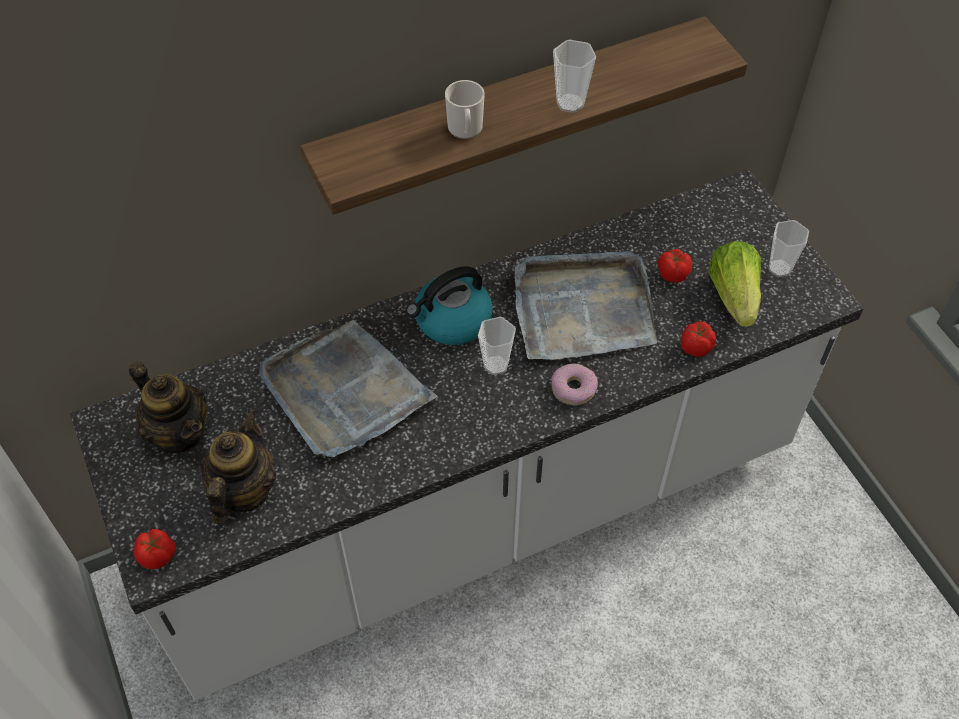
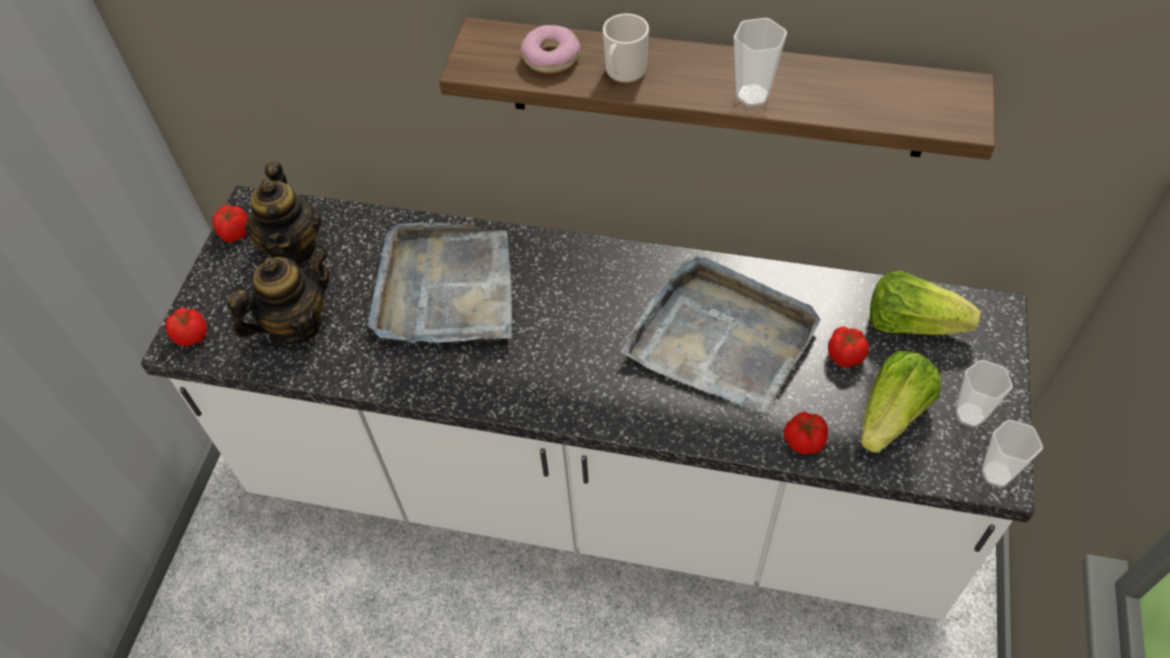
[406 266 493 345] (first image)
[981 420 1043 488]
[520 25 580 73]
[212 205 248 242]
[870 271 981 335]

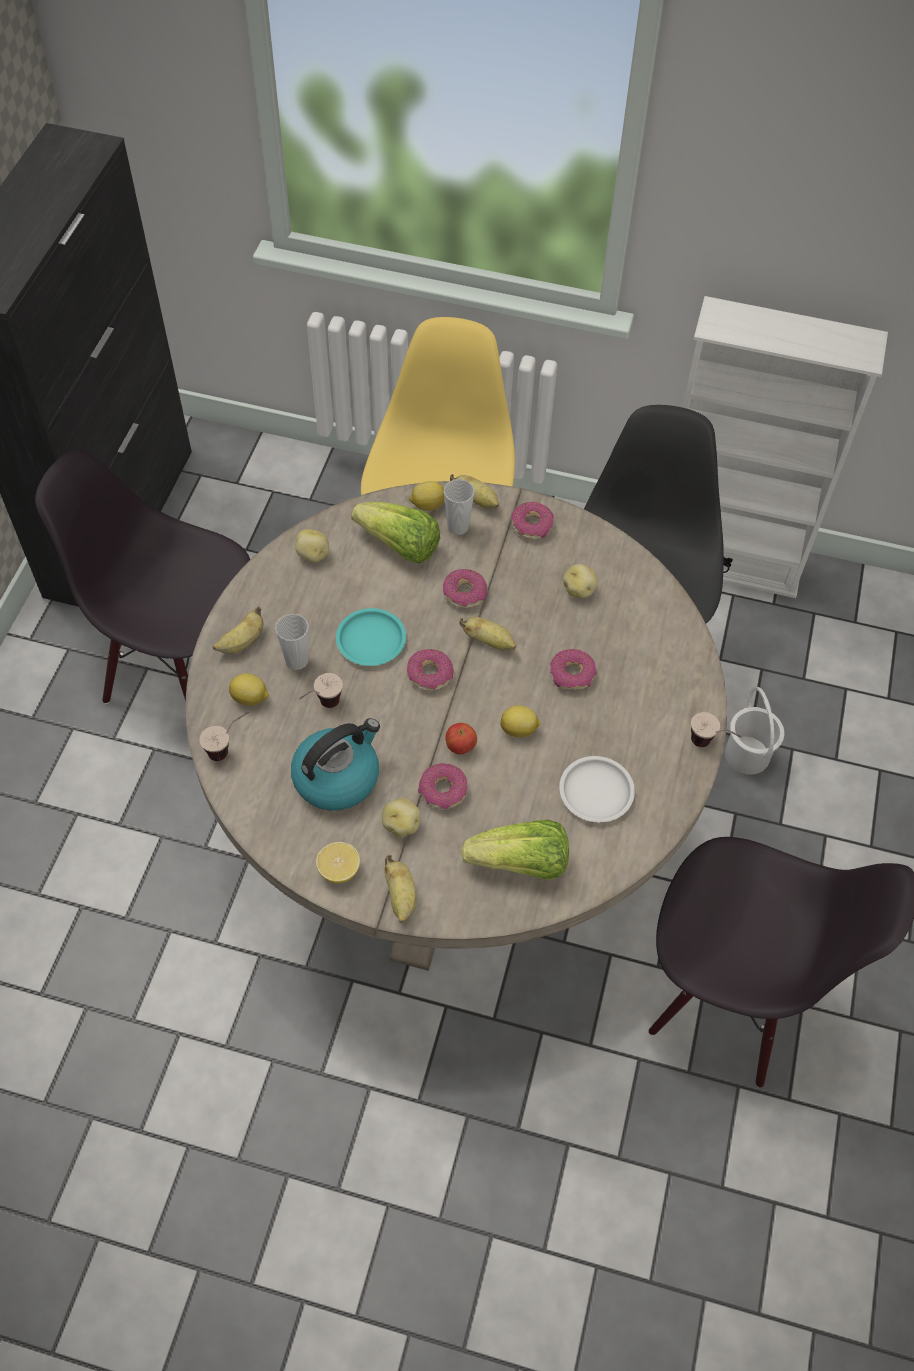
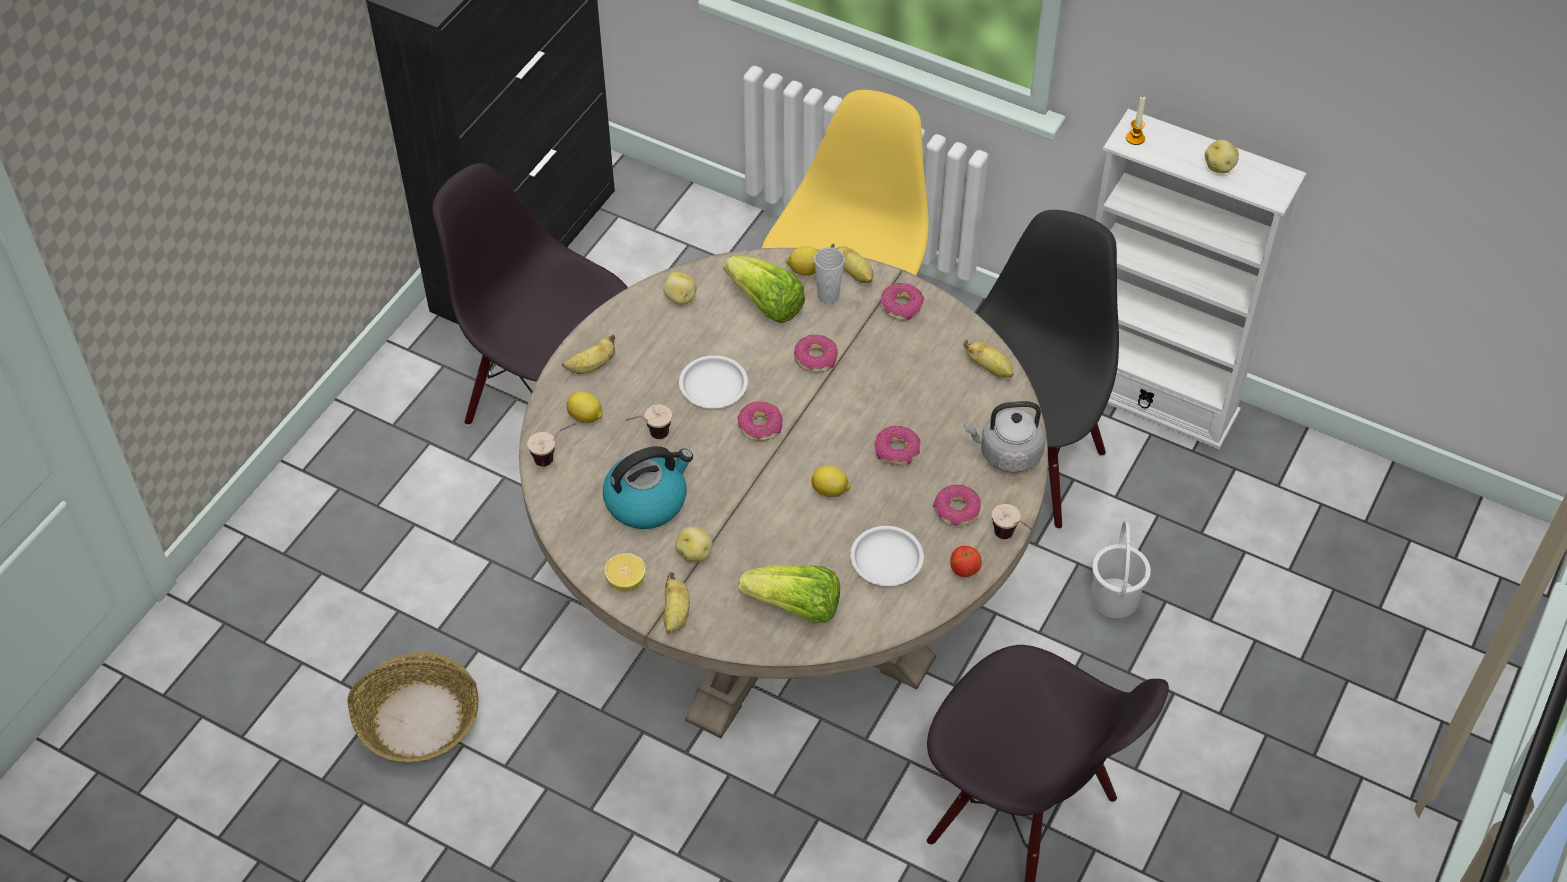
[275 614 309 670] (first image)
[679 355 748 408]
[933 485 981 526]
[950 546 982 577]
[964 340 1014 378]
[1205 140 1239 173]
[347 652 479 762]
[964 401 1046 473]
[1126 96 1146 145]

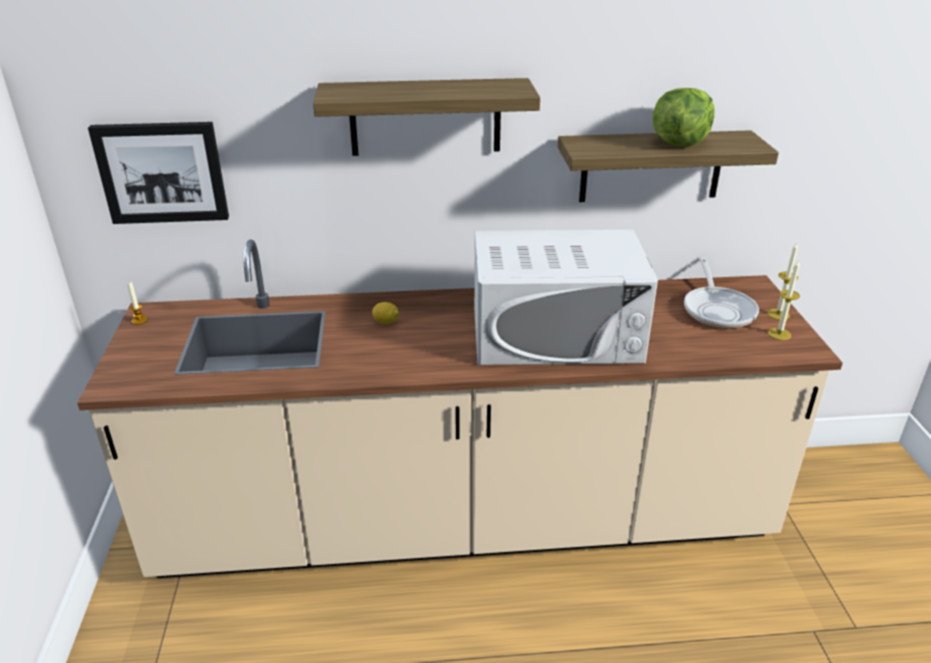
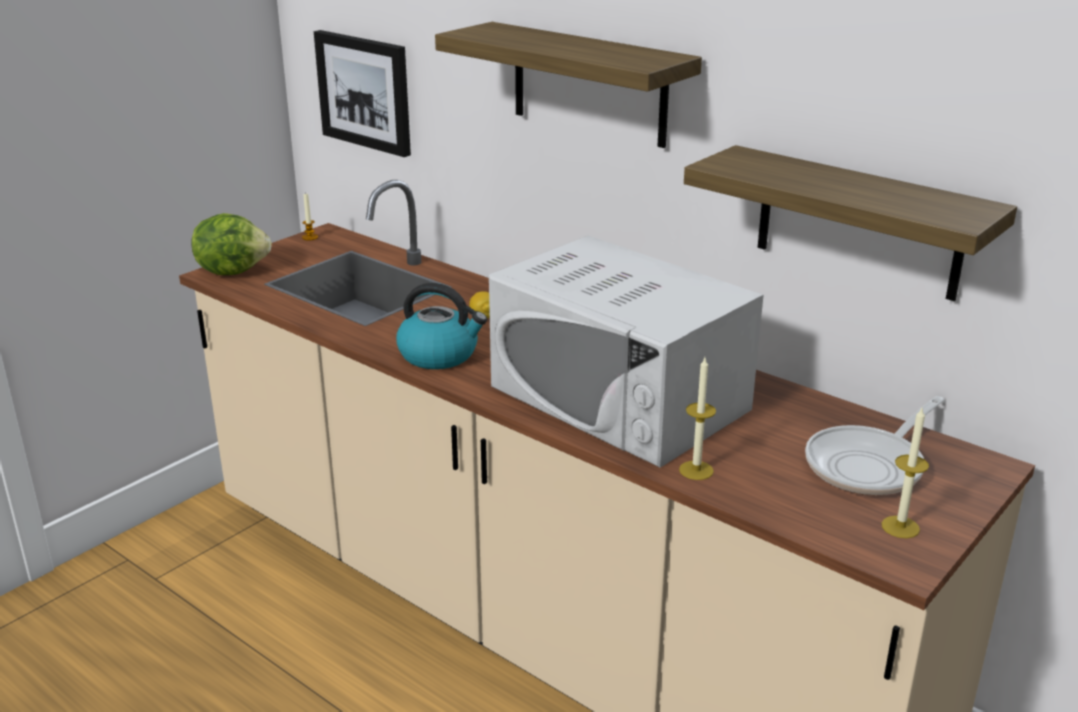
[192 213 272 275]
[679 358 716 480]
[396 283 487 369]

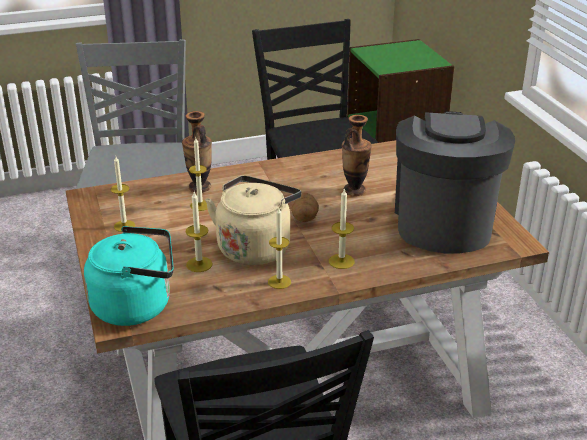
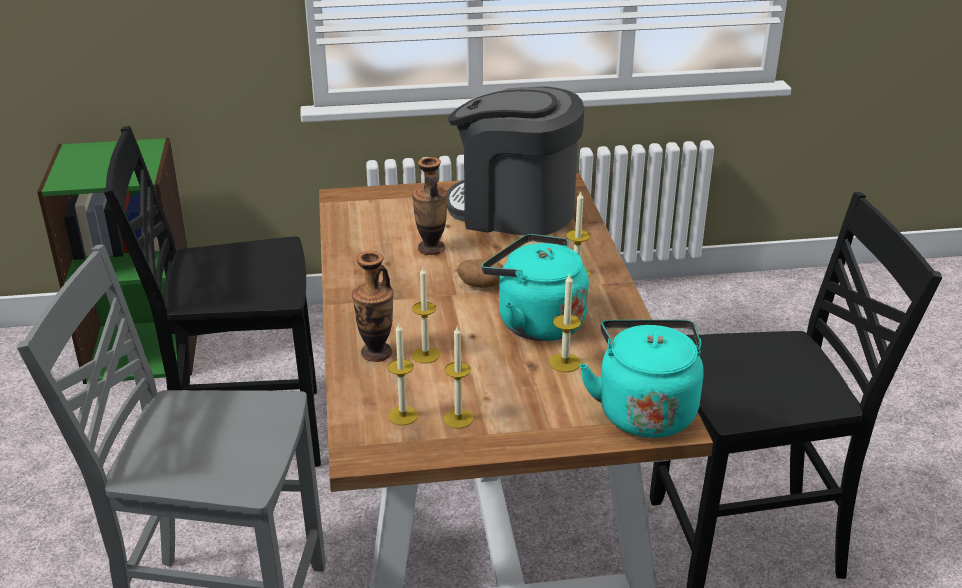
[482 234 589 341]
[388 324 418 425]

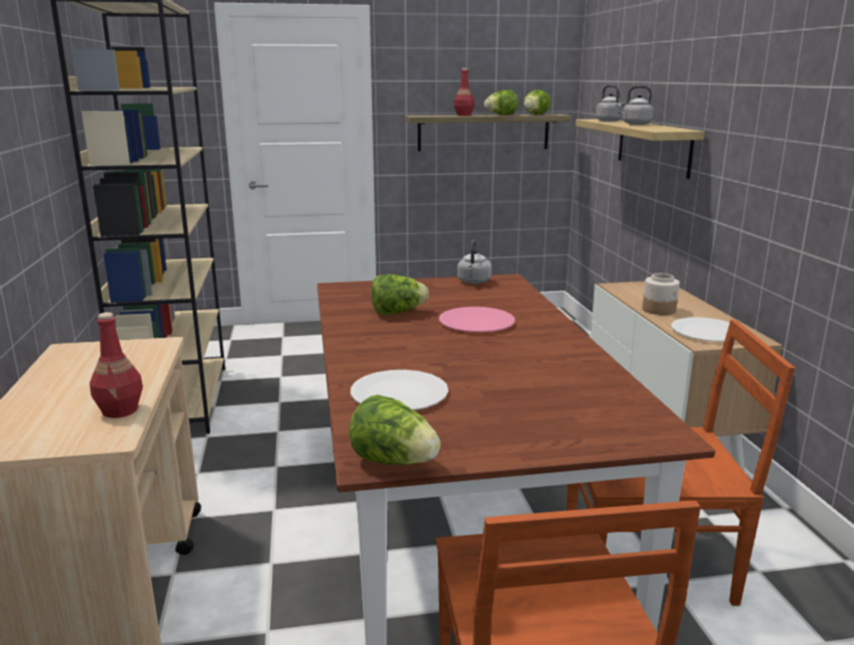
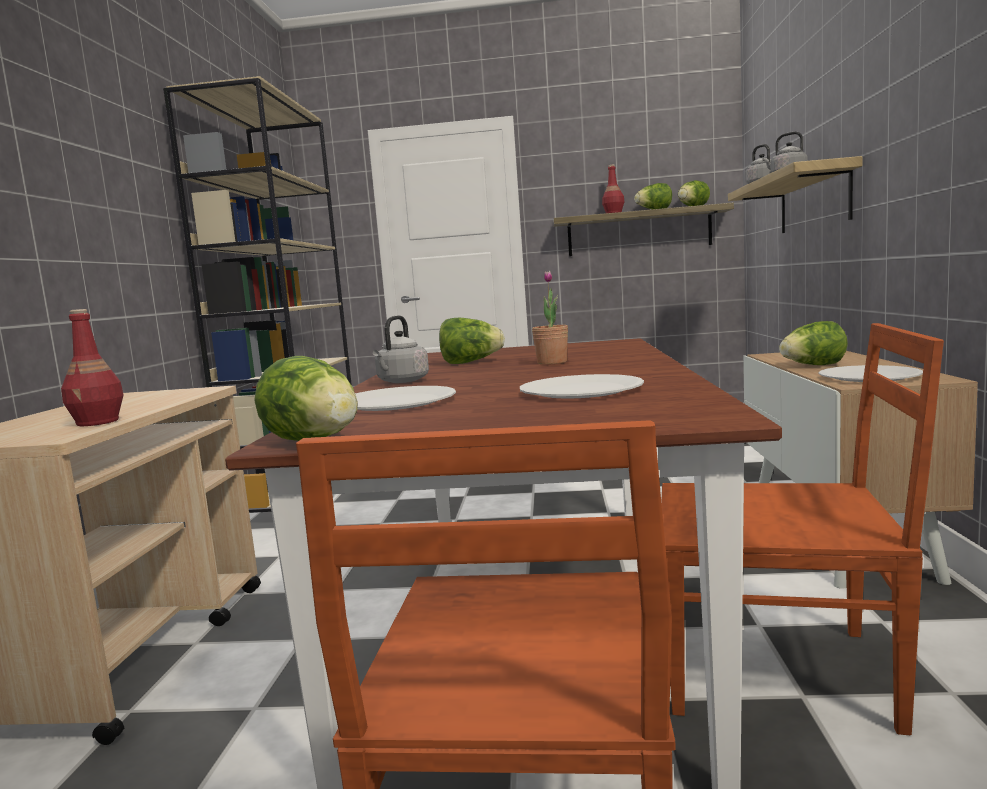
[532 271 568 365]
[373 315 429 383]
[779 321 848 365]
[520 374 644 399]

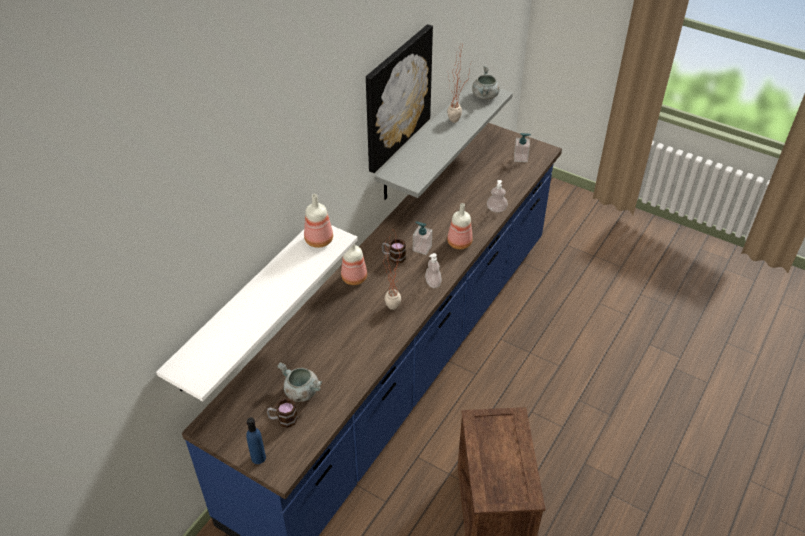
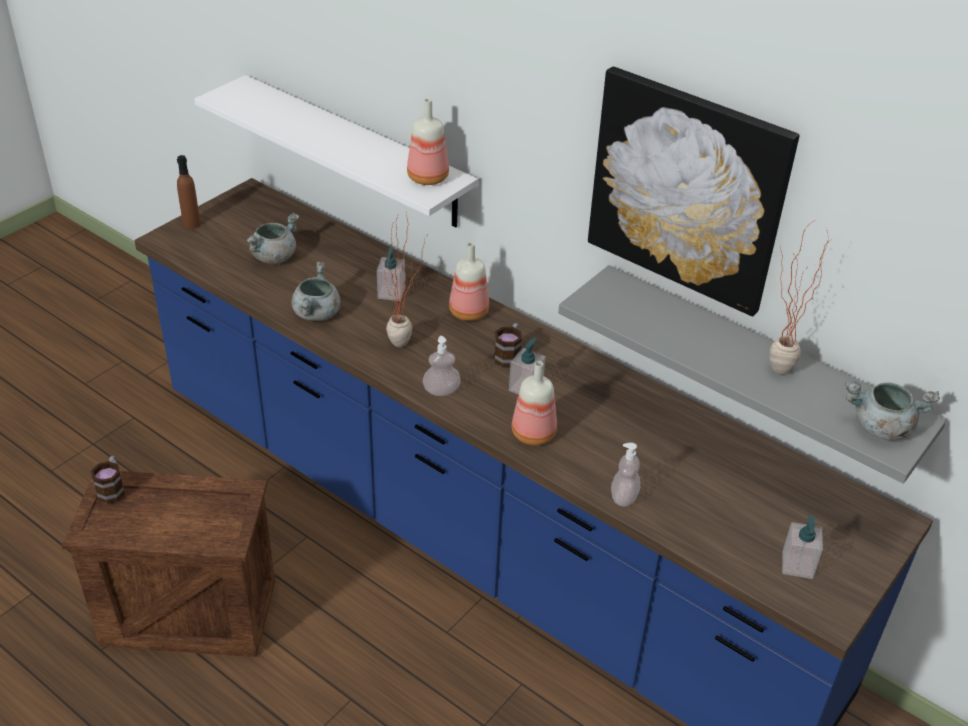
[177 155 201 229]
[91 456 125 504]
[292 262 341 321]
[377 247 405 301]

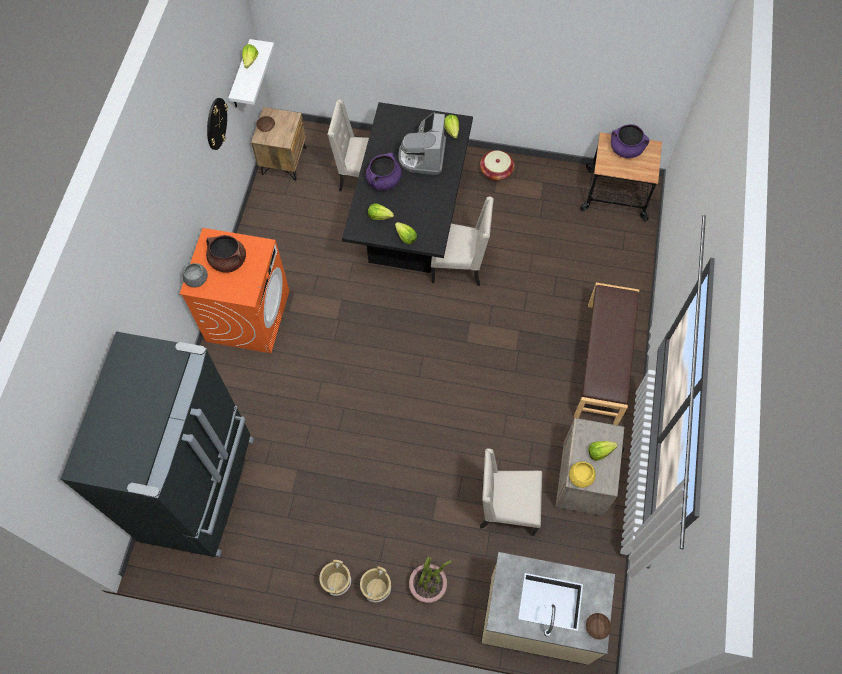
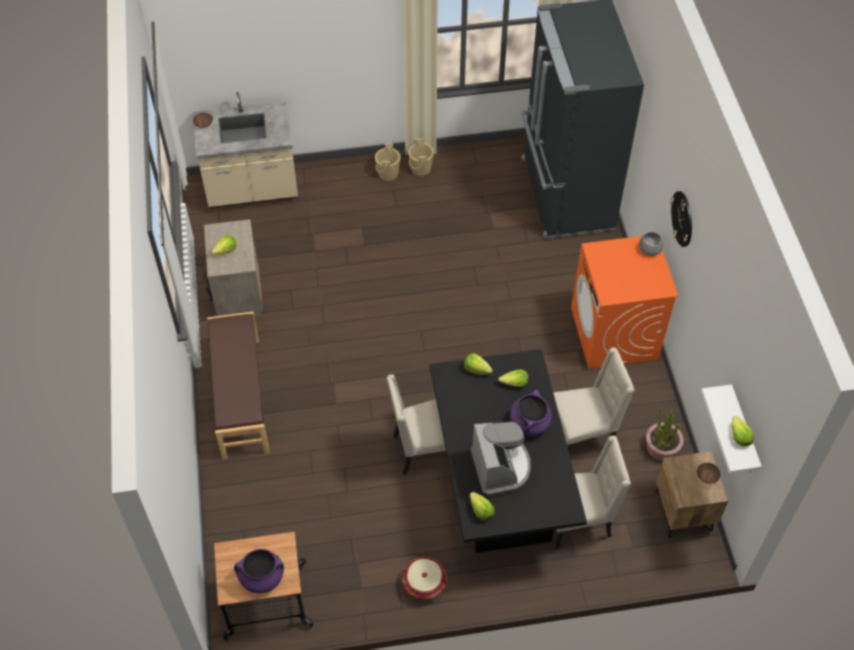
[206 235 246 273] (first image)
[670 191 692 247]
[646 408 684 461]
[553 347 635 453]
[569 461 596 488] (first image)

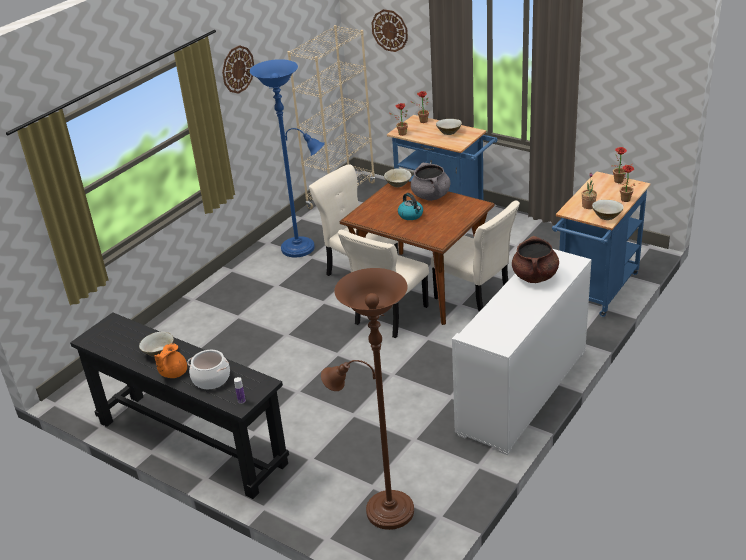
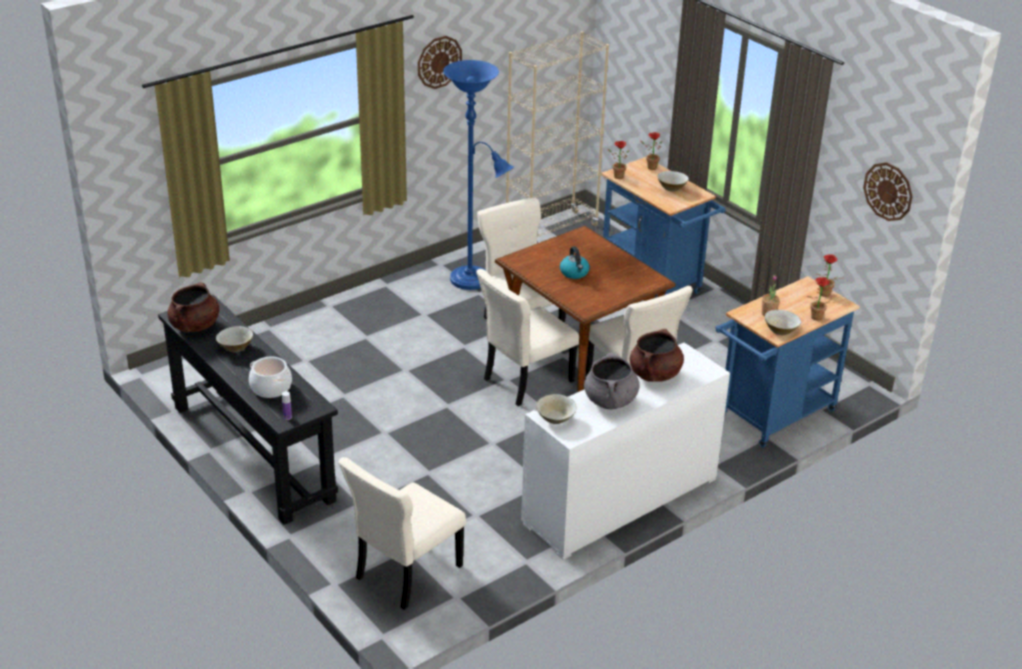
[154 343 187 378] (first image)
[338 457 466 610]
[863 162 913 221]
[536 394 576 424]
[584 353 640 409]
[167 282 219 332]

